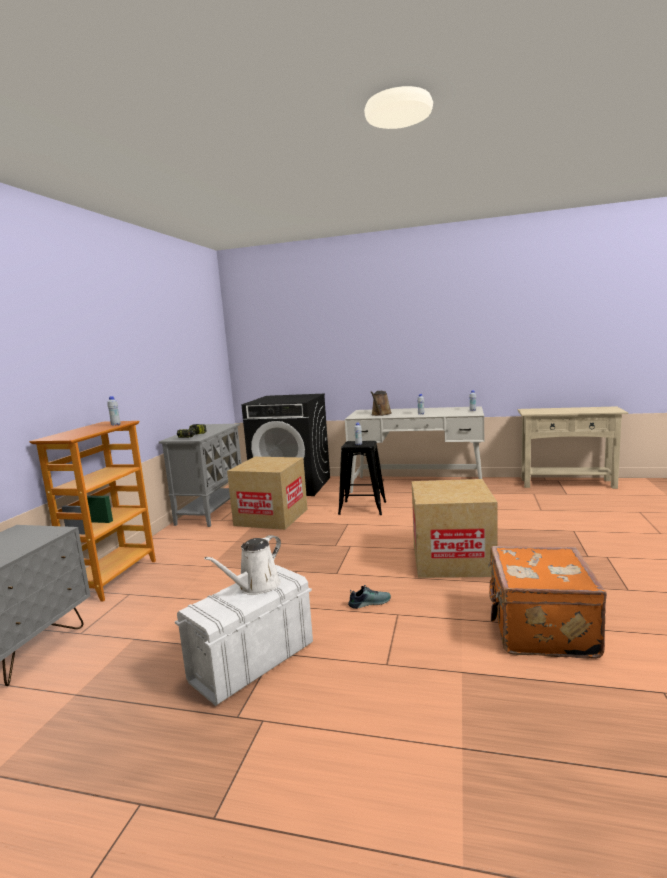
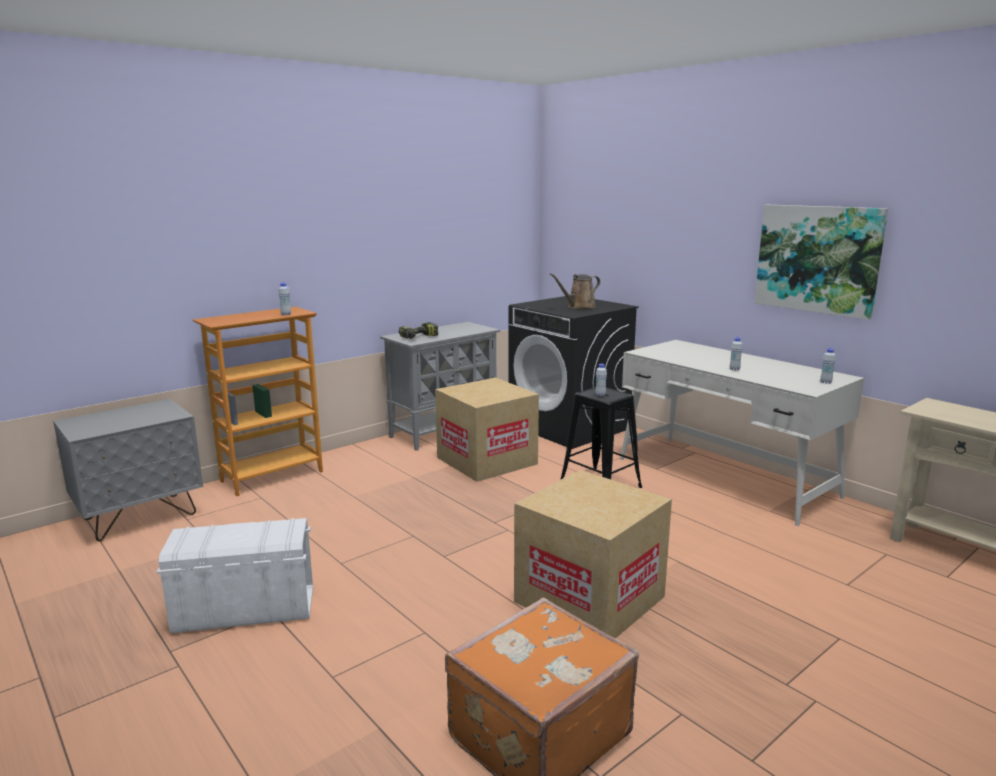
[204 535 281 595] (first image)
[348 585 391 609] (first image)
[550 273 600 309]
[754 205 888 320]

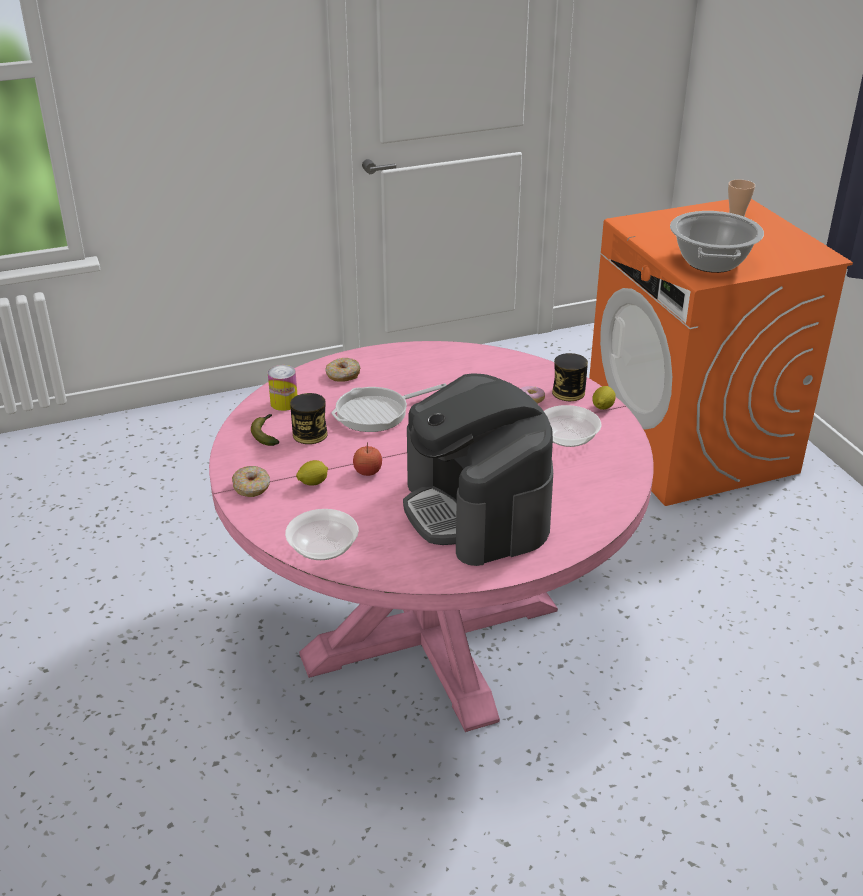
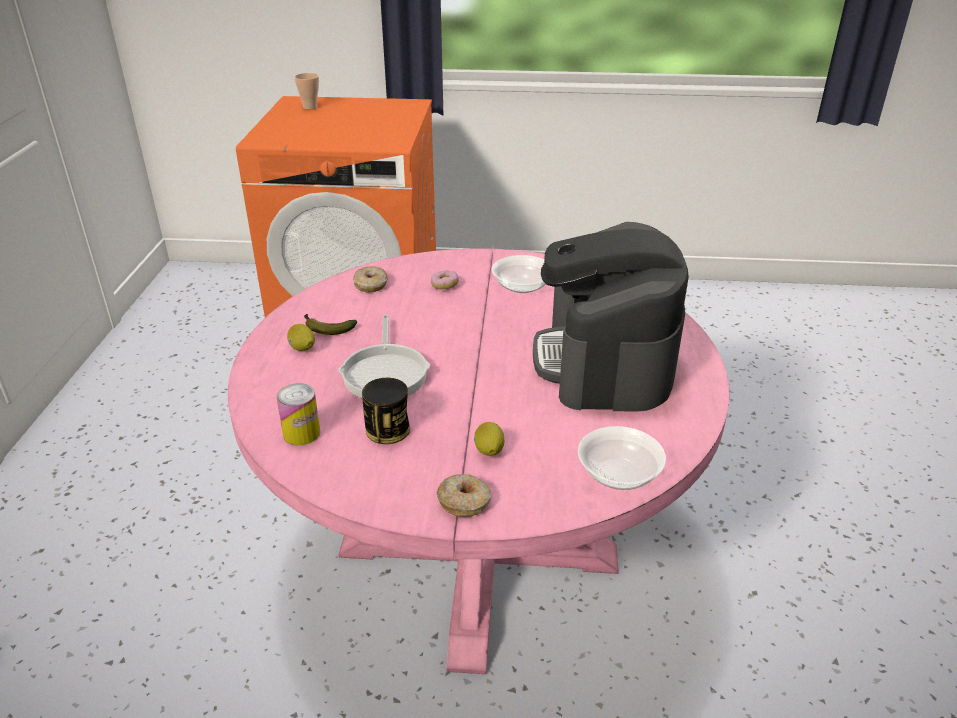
[304 314 357 335]
[353 267 388 293]
[353 442 382 476] (first image)
[533 222 689 412]
[552 353 588 401] (first image)
[287 324 315 351]
[670 211 764 273] (first image)

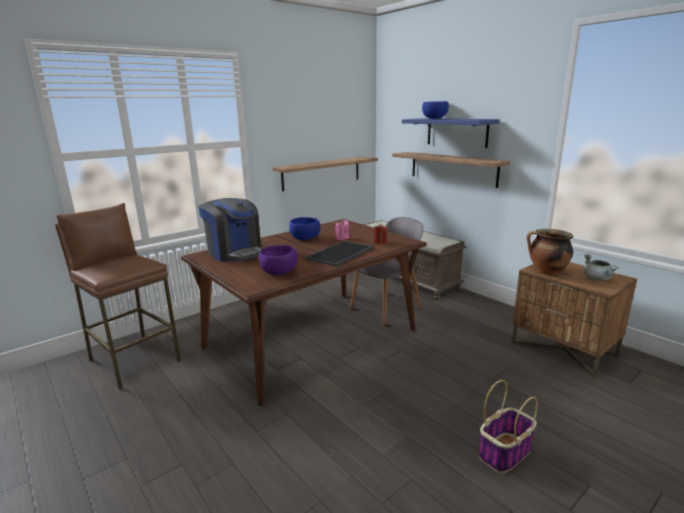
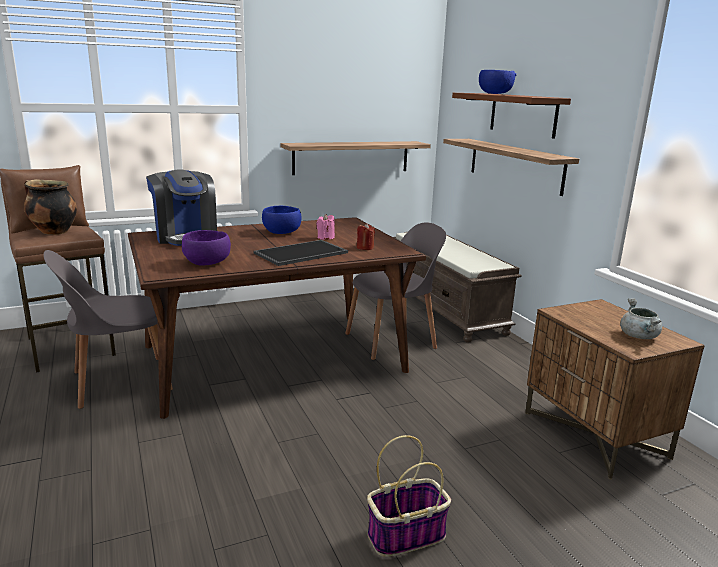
[452 93 571 139]
[24 179 77 235]
[44 250 173 409]

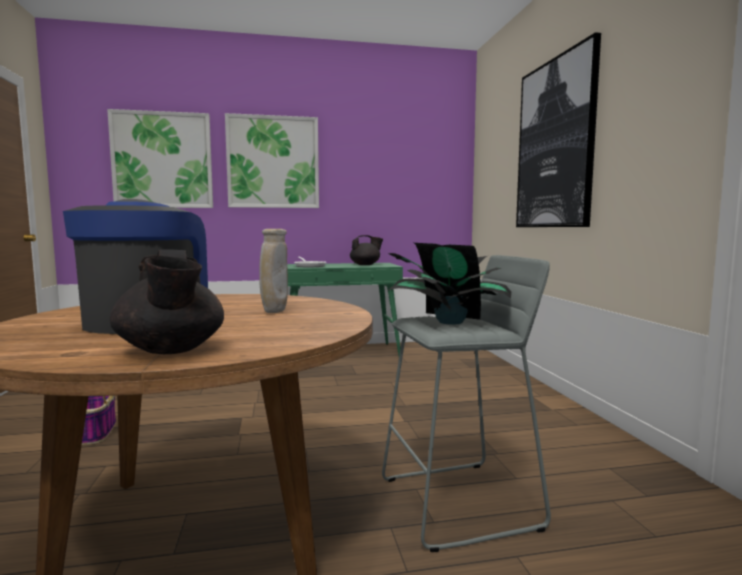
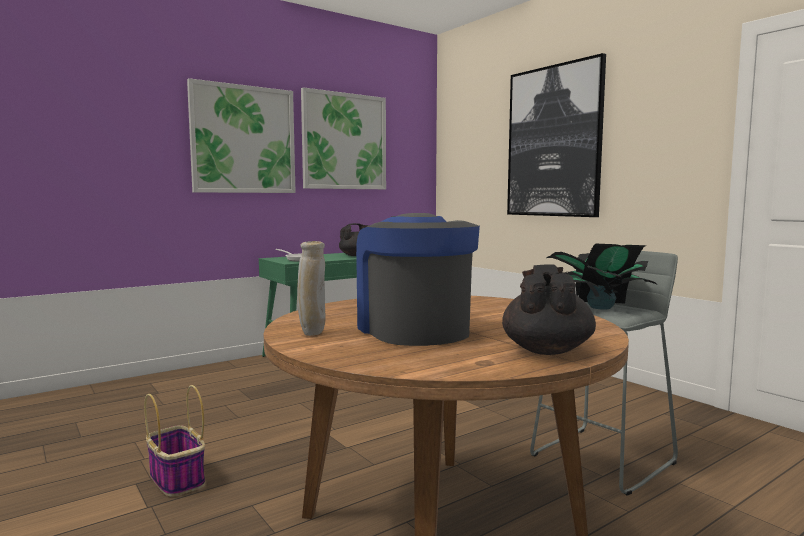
[301 87 386 189]
[502 265 596 355]
[297 241 326 336]

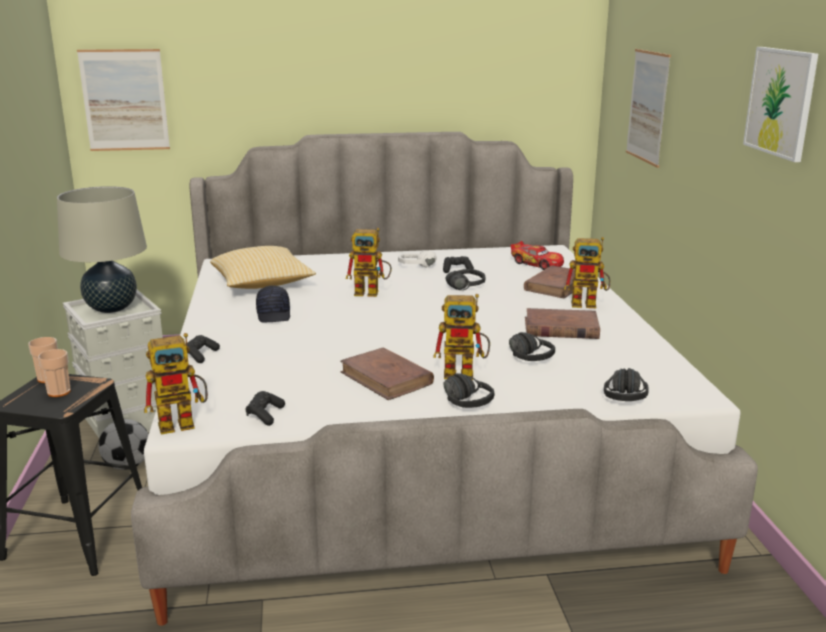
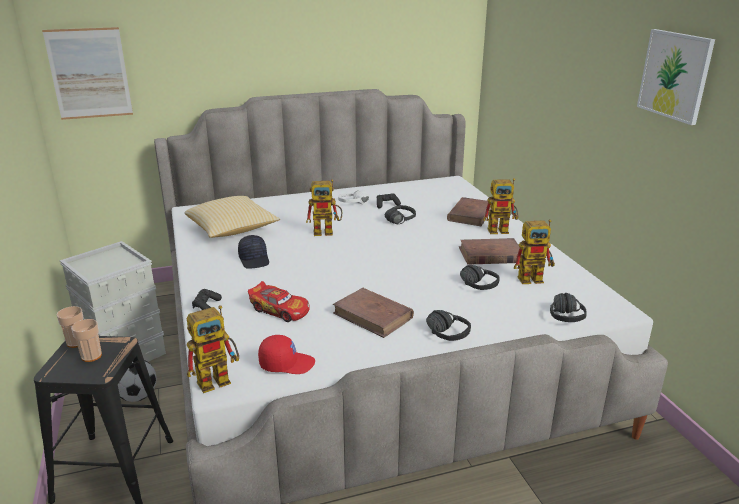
[57 186 147 313] (first image)
[258 335 315 374]
[514 219 555 284]
[248 281 310 322]
[626 49 671 168] (first image)

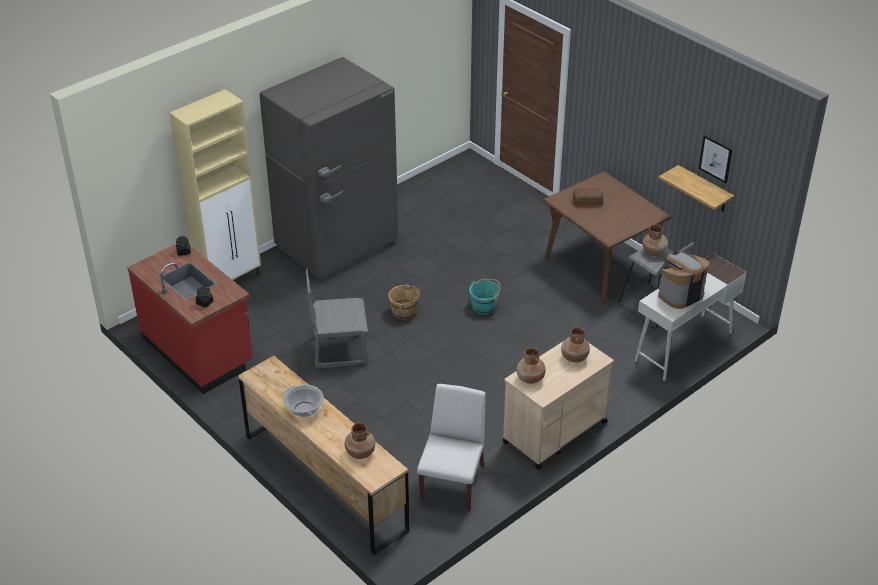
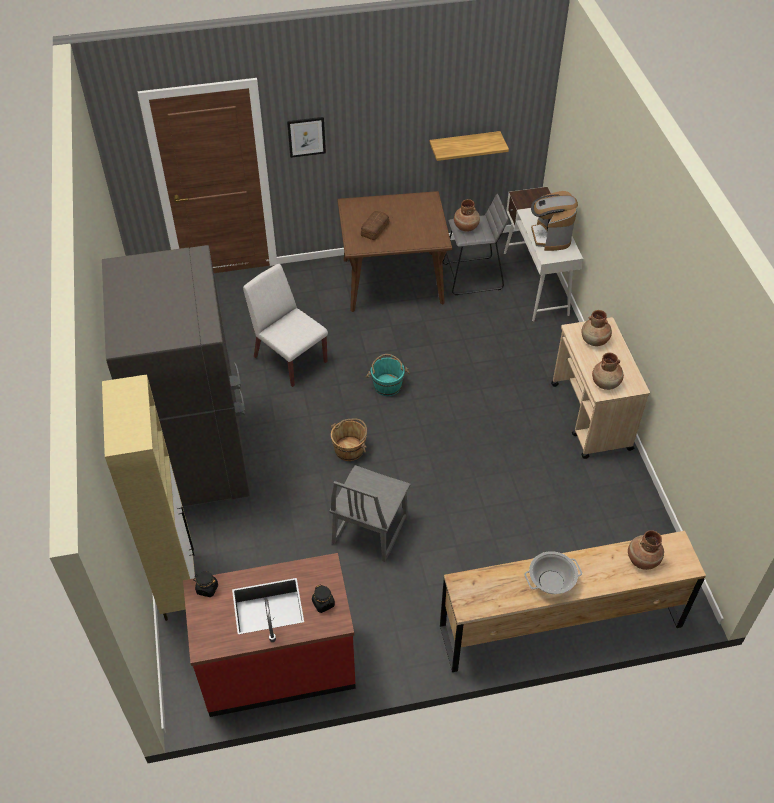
[243 264 328 387]
[287 117 326 158]

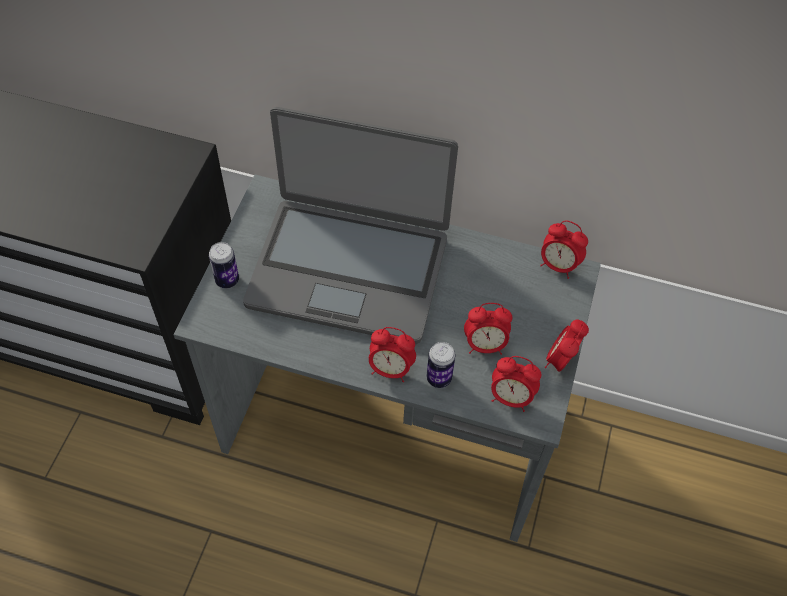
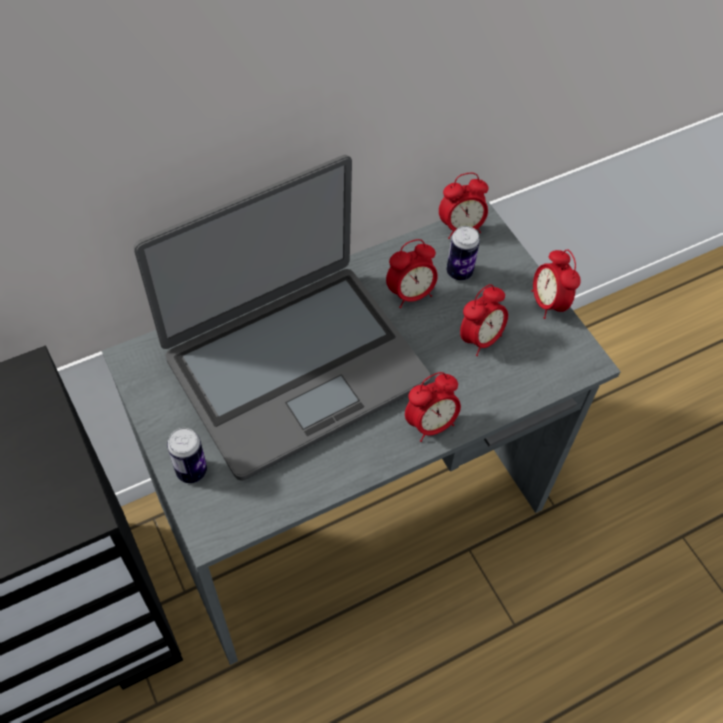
[447 226 480 280]
[386 239 438 308]

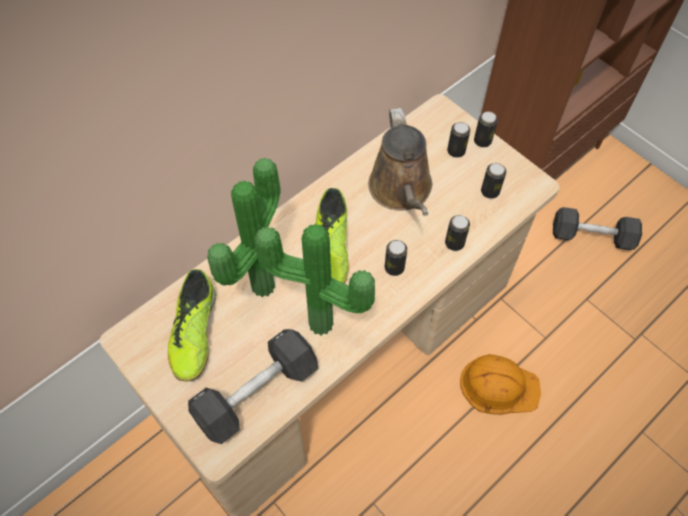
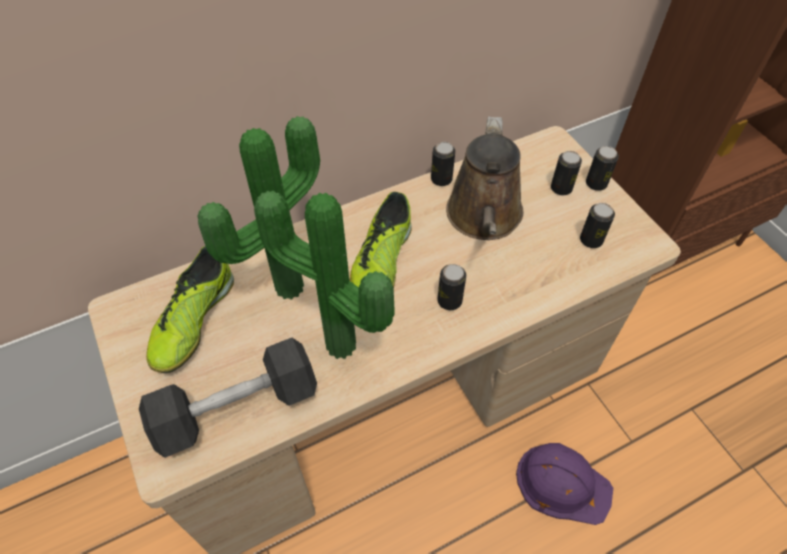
[431 142 455 186]
[516 443 613 525]
[553 207 642 250] (first image)

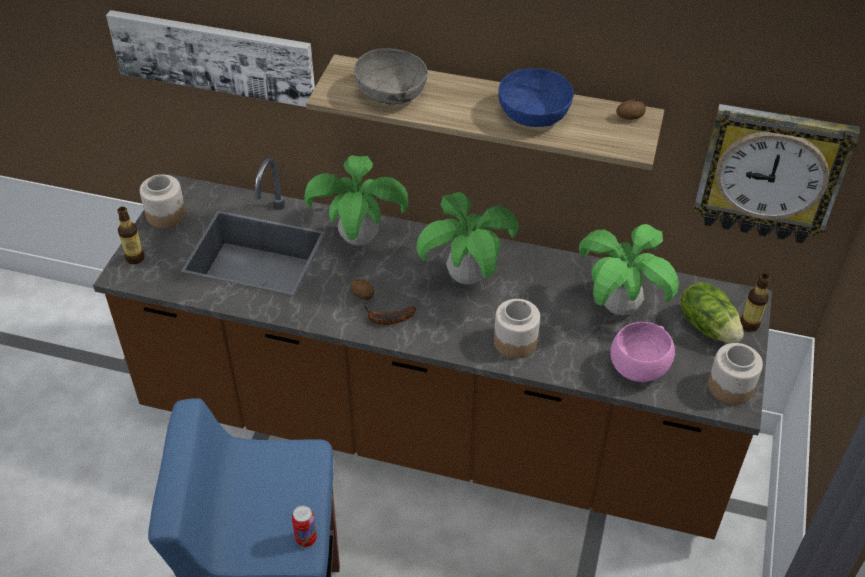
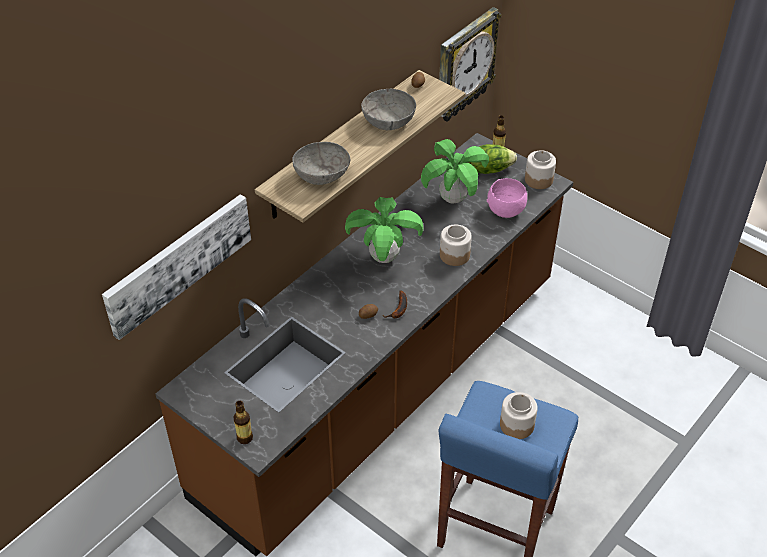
[500 392 538 439]
[292 505 317 547] (first image)
[304 155 408 246] (first image)
[361 89 416 131]

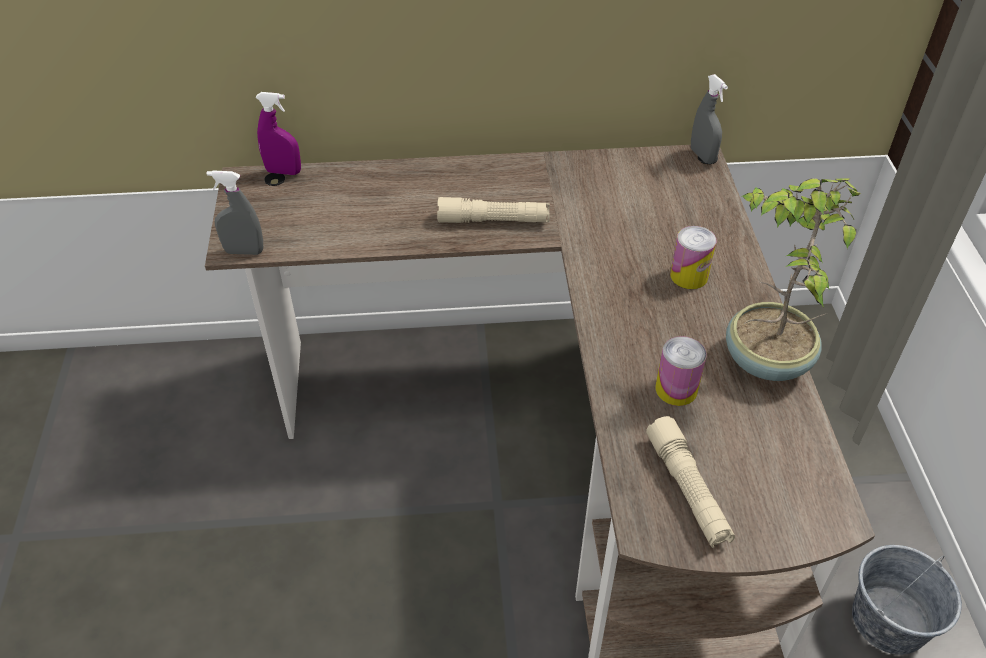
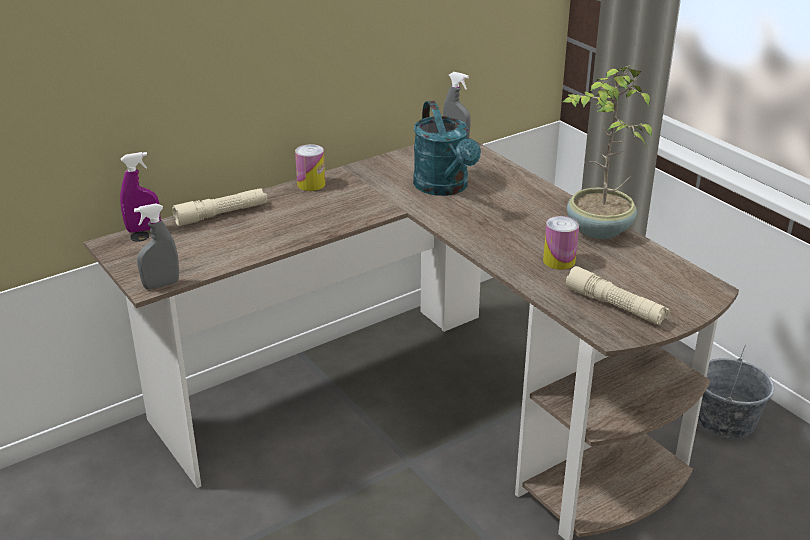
[172 188 268 226]
[295 144 325 191]
[413 101 481 196]

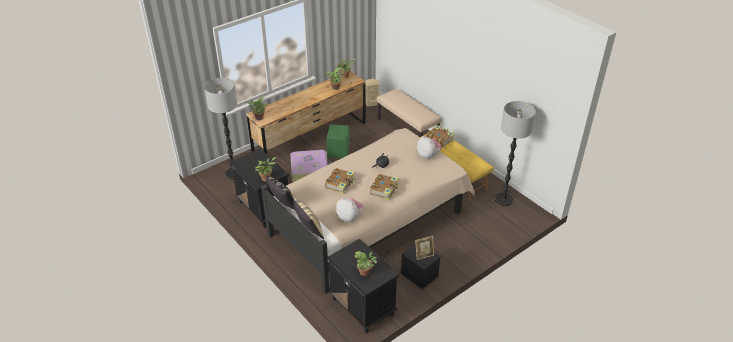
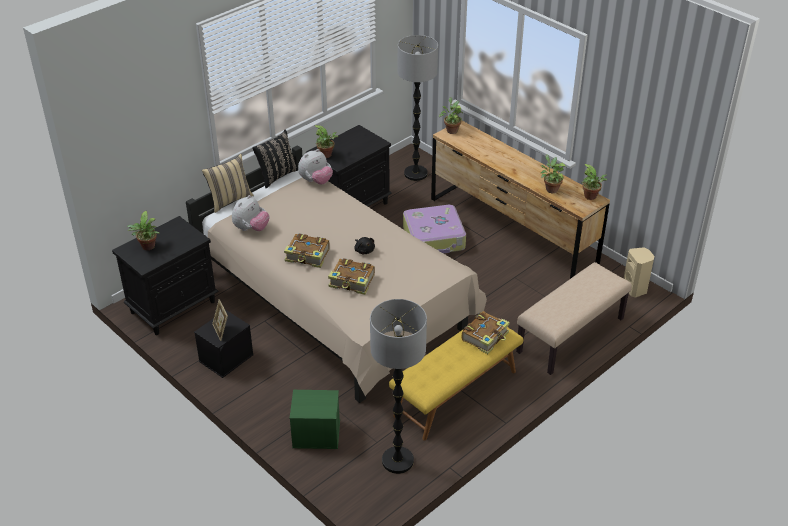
[328 258 375 295]
[290 390 340 449]
[298 149 333 184]

